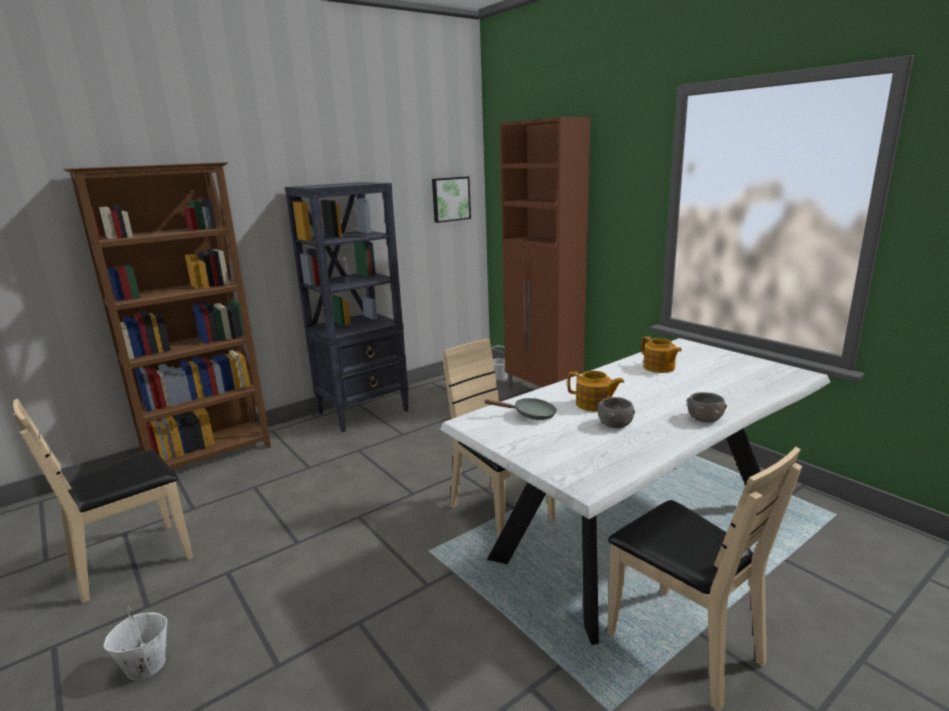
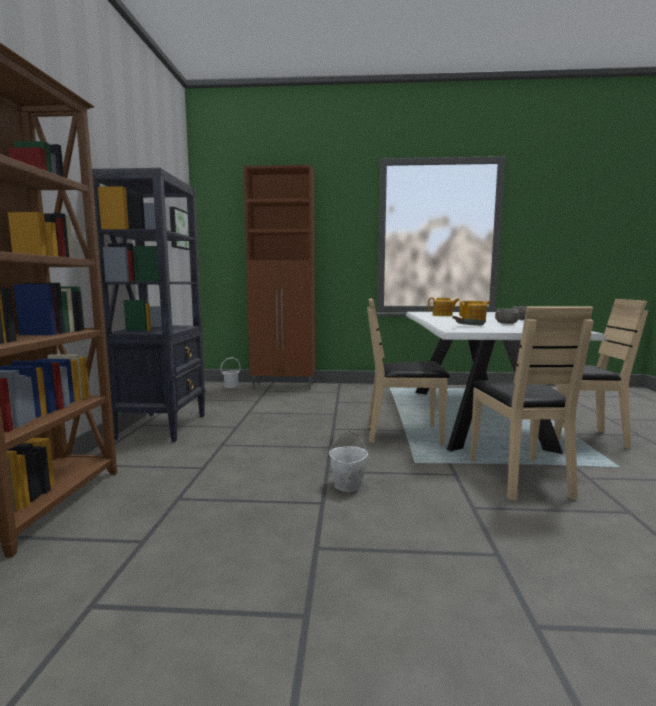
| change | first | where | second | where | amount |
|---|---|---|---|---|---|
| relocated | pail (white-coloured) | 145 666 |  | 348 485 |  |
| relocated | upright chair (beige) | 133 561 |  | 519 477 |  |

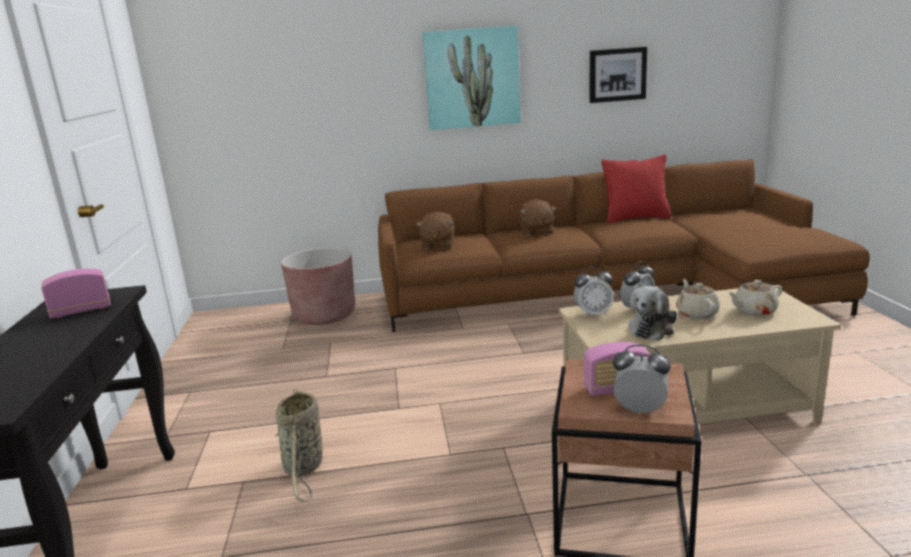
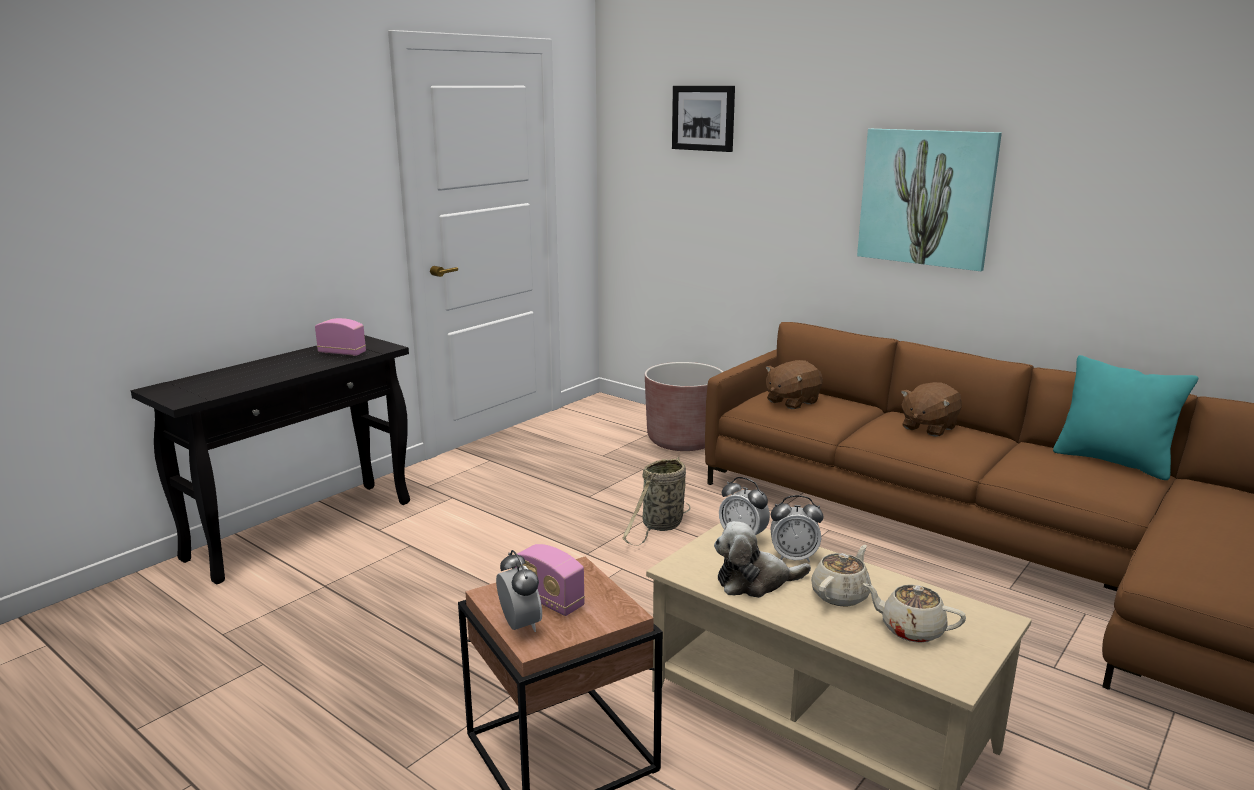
| change | first | where | second | where | amount |
|---|---|---|---|---|---|
| relocated | household basket | 304 468 |  | 661 526 |  |
| relocated | picture | 617 75 |  | 703 118 |  |
| colour | pillow (red) | 636 218 | pillow (turquoise) | 1113 461 |  |

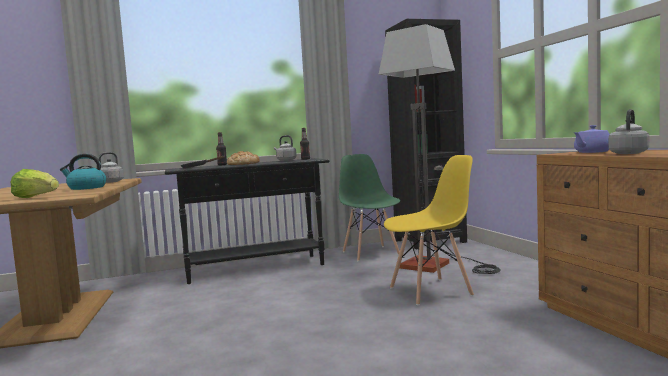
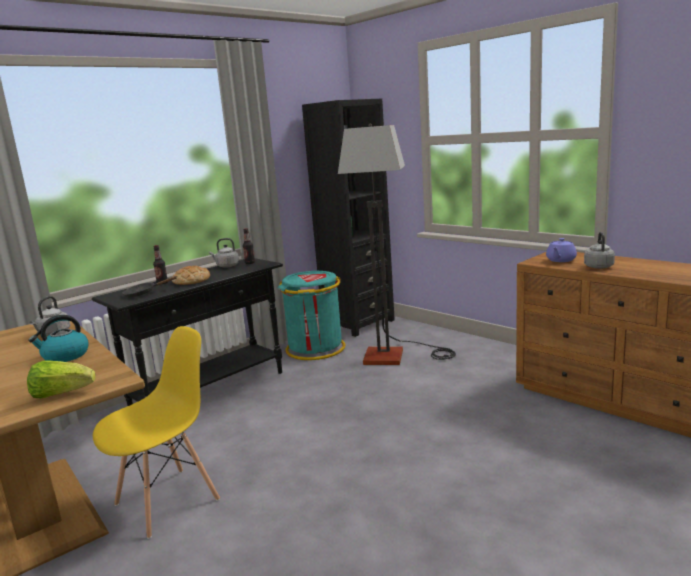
| change | first | where | second | where | amount |
|---|---|---|---|---|---|
| relocated | upright chair (yellow-coloured) | 431 291 |  | 168 501 |  |
| exchanged | upright chair (green) | 371 253 | waste bin (turquoise) | 315 349 |  |

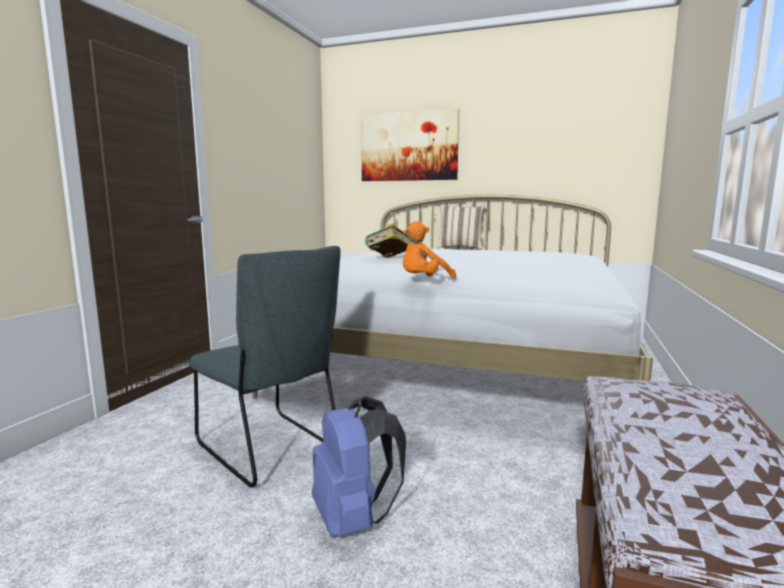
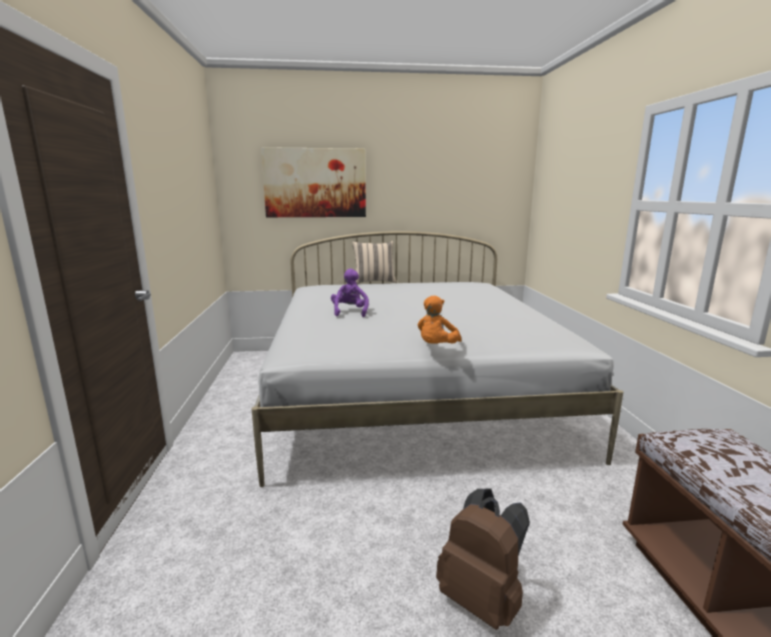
| change | first | where | second | where | amount |
|---|---|---|---|---|---|
| exchanged | volume | 390 259 | soft toy (purplish) | 350 312 |  |
| colour | knapsack (blue-coloured) | 354 520 | knapsack (brownish) | 482 599 |  |
| missing | upright chair (gray) | 271 449 |  |  |  |

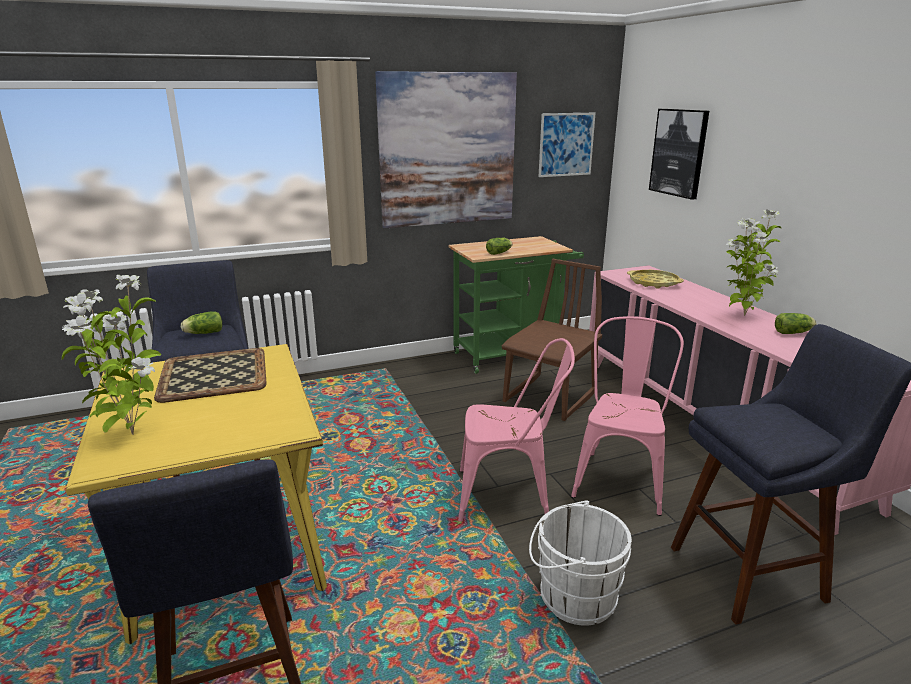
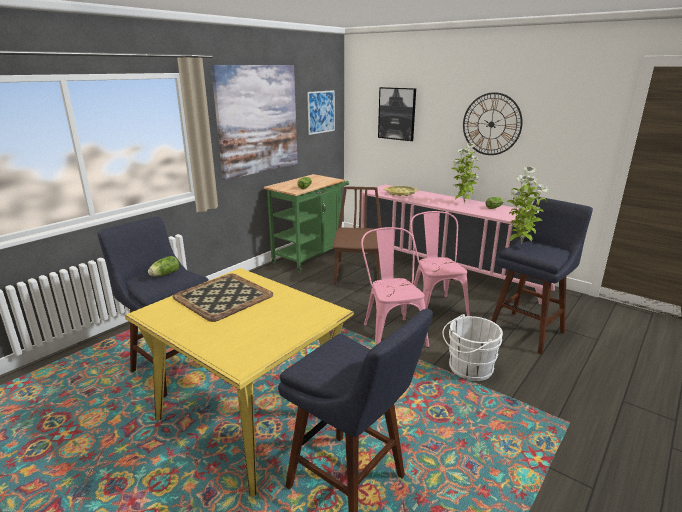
| change | first | where | second | where | amount |
|---|---|---|---|---|---|
| spun | upright chair (pink) | 511 495 |  | 391 332 | 75 degrees counterclockwise |
| appeared |  |  | clock on the wall | 491 124 |  |
| relocated | houseplant | 131 433 |  | 520 244 |  |

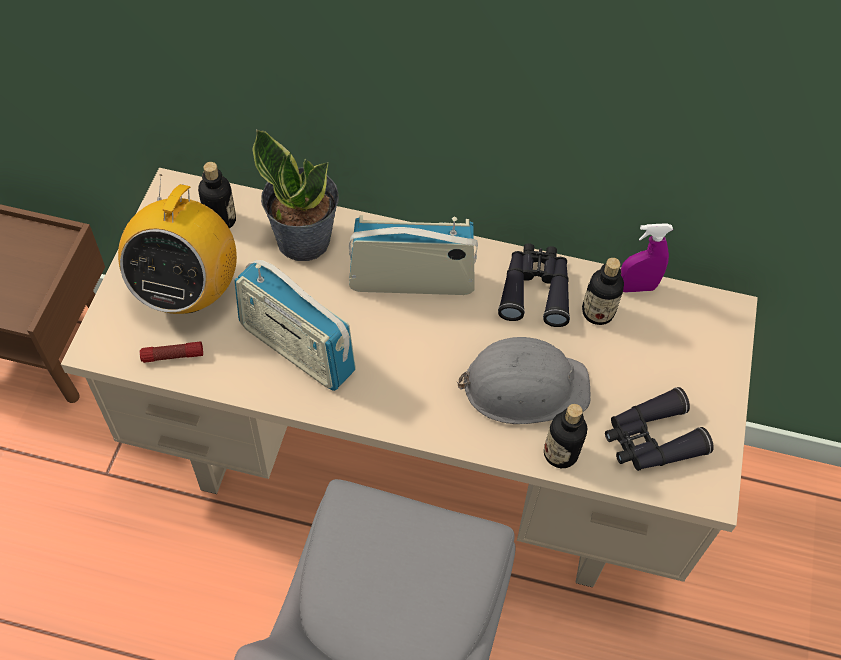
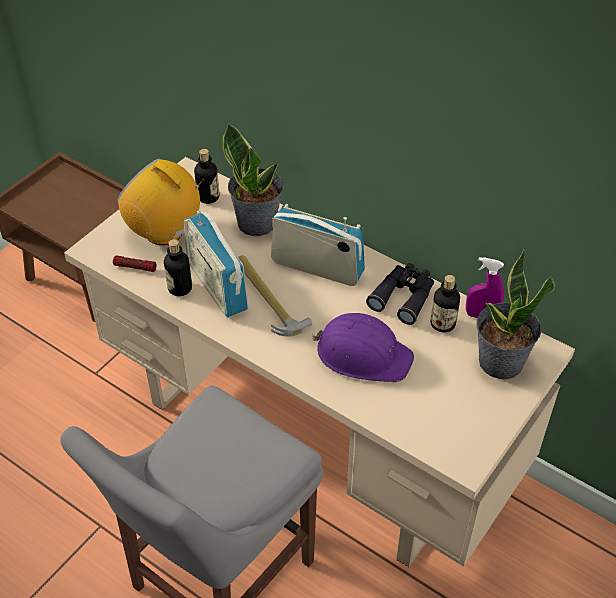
| change | first | where | second | where | amount |
|---|---|---|---|---|---|
| spun | radio | 187 290 |  | 164 232 | 90 degrees clockwise |
| relocated | beverage bottle | 560 453 |  | 180 288 |  |
| appeared |  |  | hand hammer | 267 298 |  |
| colour | hard hat (gray) | 524 386 | hard hat (purplish) | 363 354 |  |
| appeared |  |  | houseplant | 500 362 |  |
| missing | pair of binoculars (blackish) | 650 440 |  |  |  |

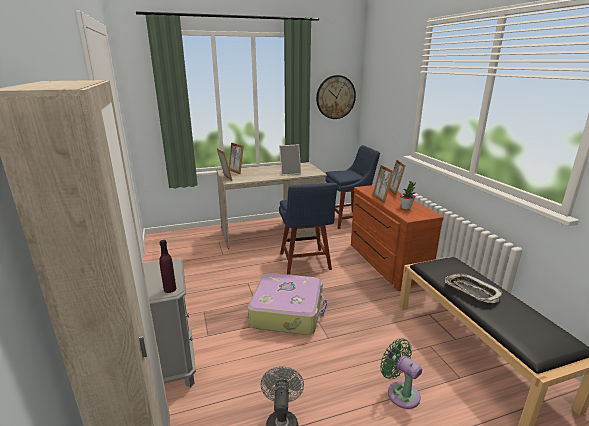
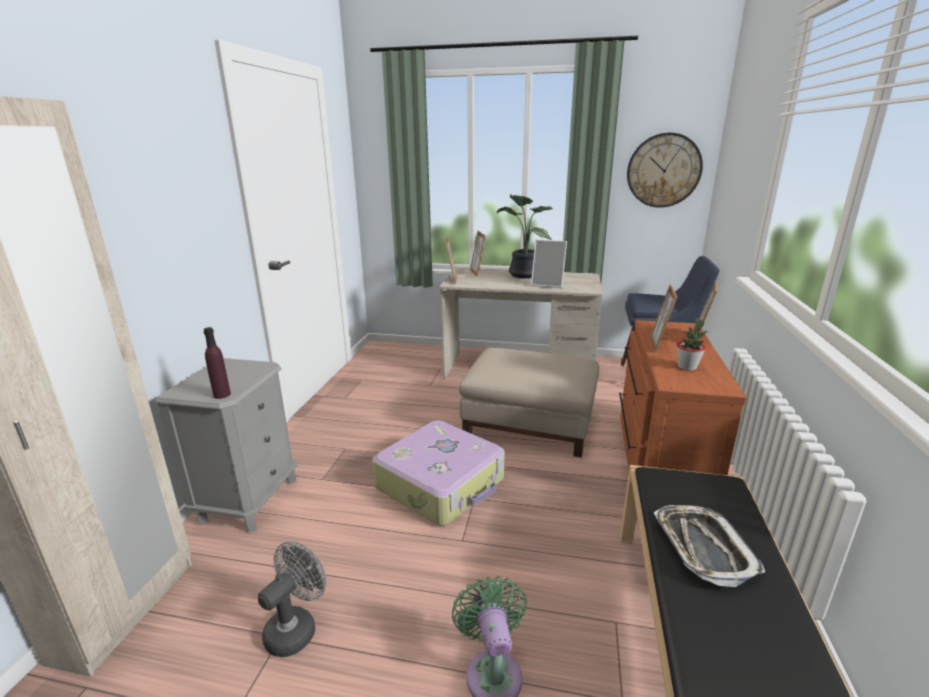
| change | first | where | second | where | amount |
|---|---|---|---|---|---|
| exchanged | upright chair (blue-coloured) | 305 262 | ottoman (beige) | 528 424 |  |
| appeared |  |  | houseplant | 522 275 |  |

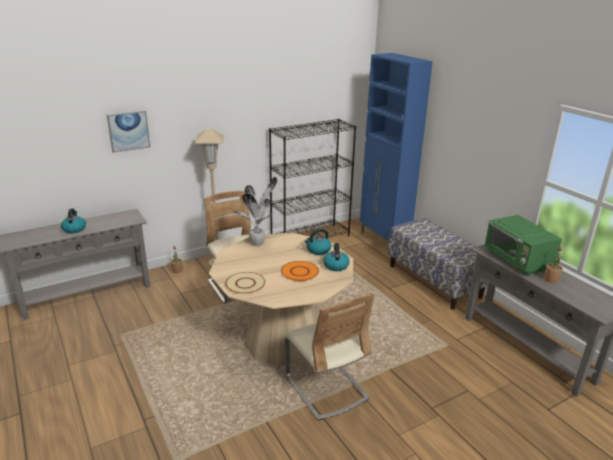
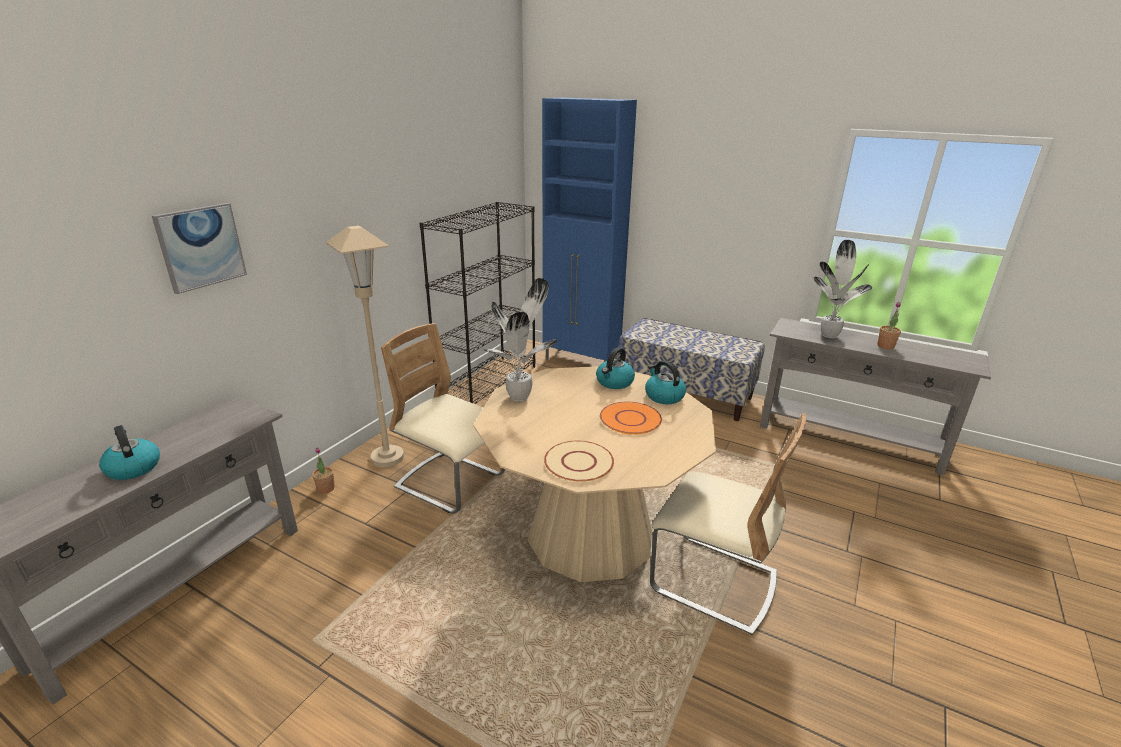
| change | first | where | second | where | amount |
|---|---|---|---|---|---|
| exchanged | microwave (green) | 517 261 | houseplant | 829 335 |  |

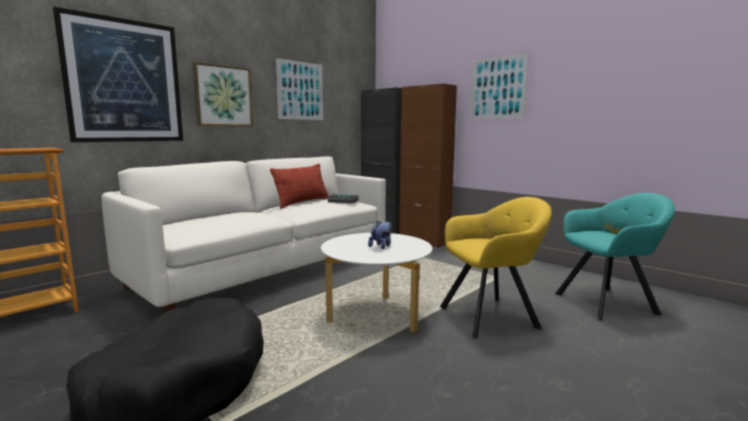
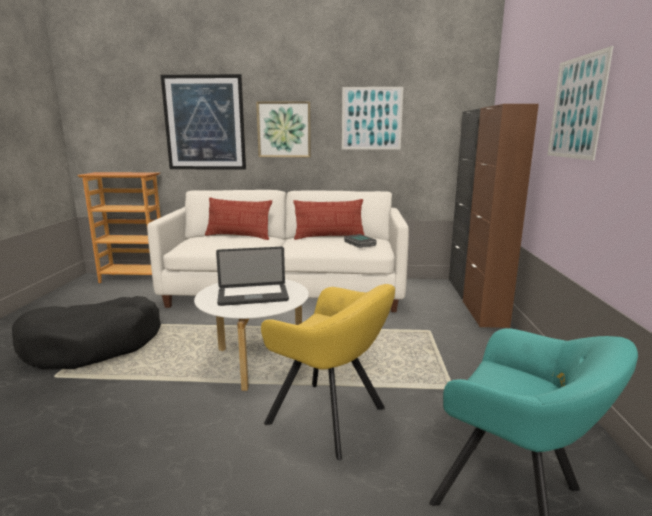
| change | first | where | second | where | amount |
|---|---|---|---|---|---|
| appeared |  |  | pillow | 238 236 |  |
| exchanged | soft toy | 381 246 | notebook computer | 253 296 |  |

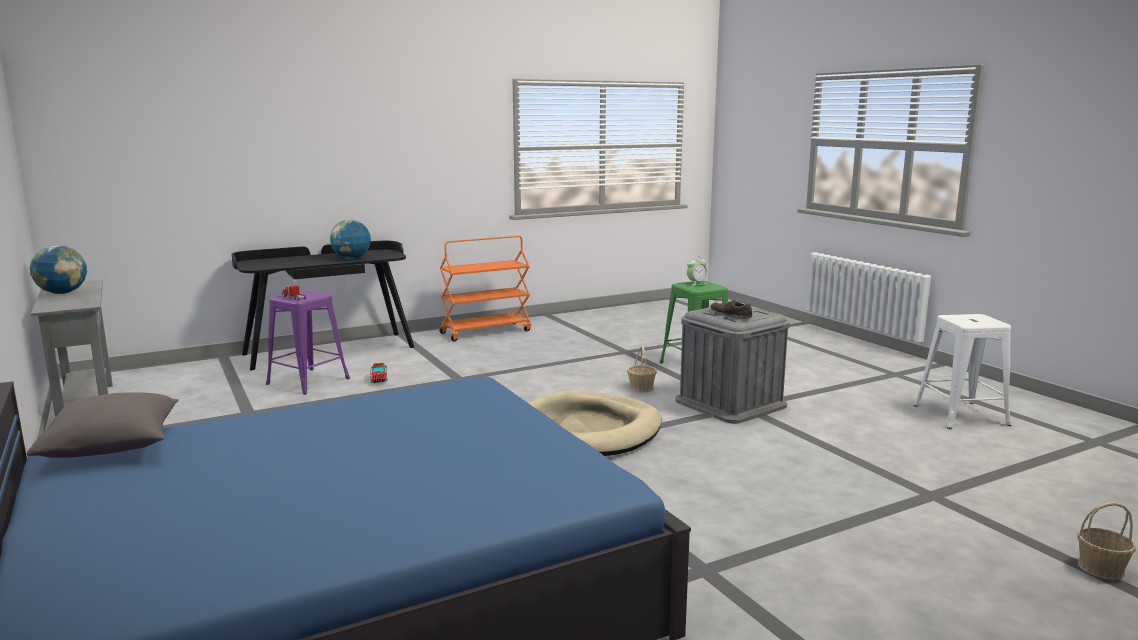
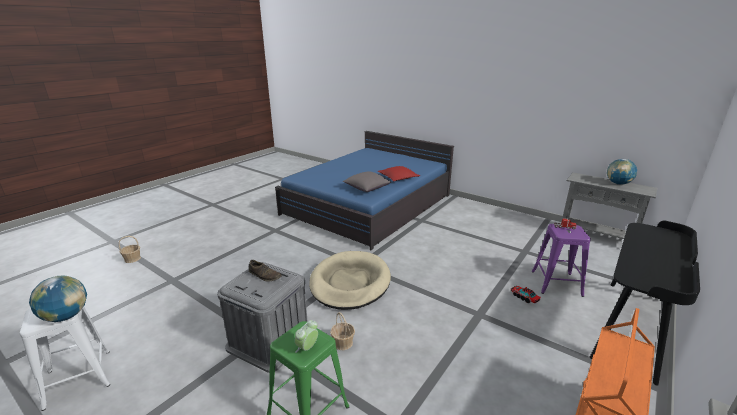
| change | first | where | second | where | amount |
|---|---|---|---|---|---|
| relocated | globe | 351 258 |  | 66 316 |  |
| relocated | pillow (gray) | 113 448 |  | 366 188 |  |
| appeared |  |  | pillow (red) | 398 178 |  |

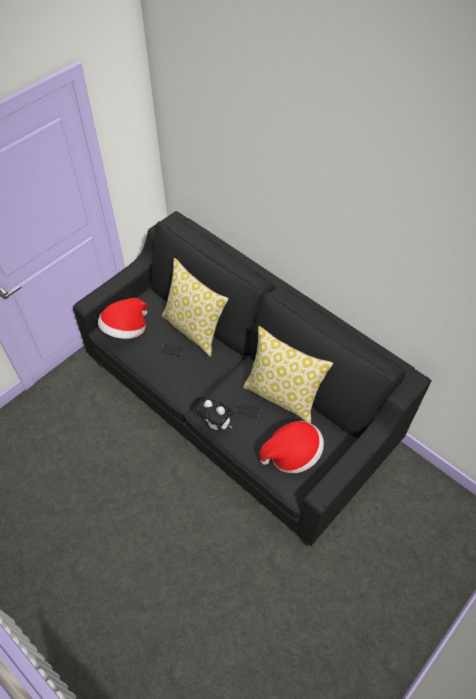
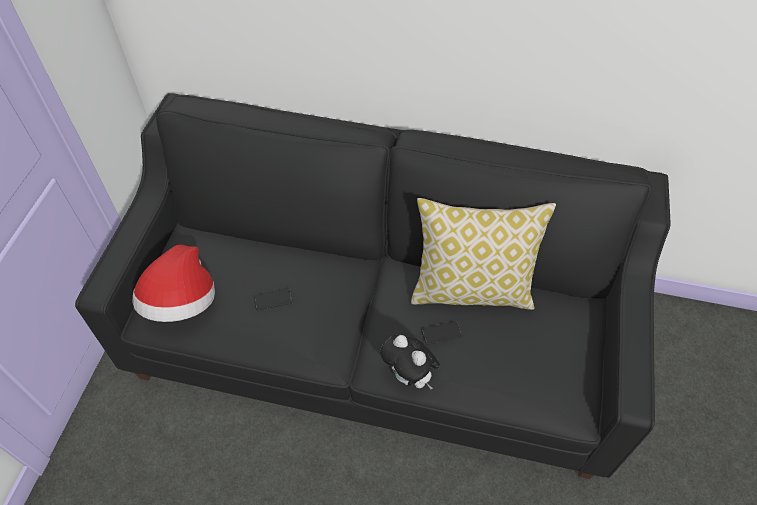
| change | first | where | second | where | amount |
|---|---|---|---|---|---|
| spun | soft toy | 216 425 |  | 409 376 | 45 degrees clockwise |
| missing | pillow | 194 329 |  |  |  |
| missing | clothing hat | 292 454 |  |  |  |

